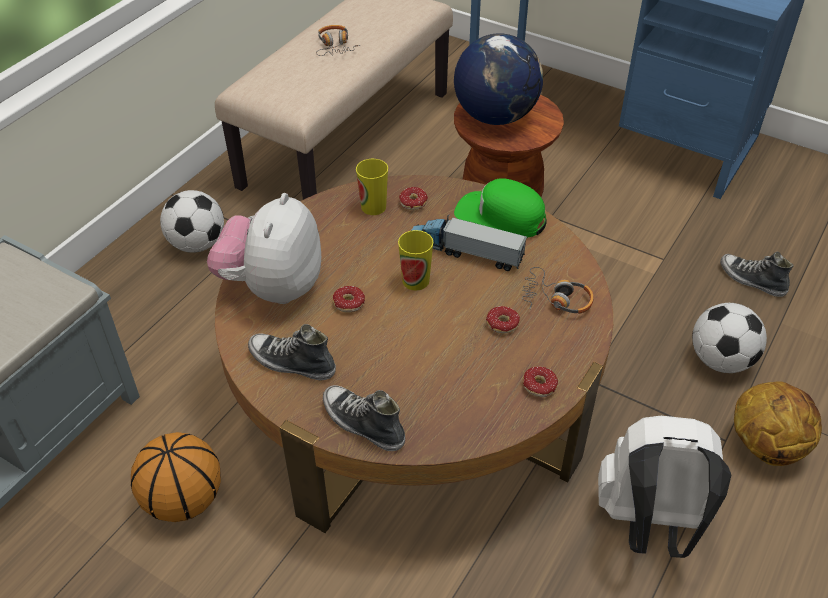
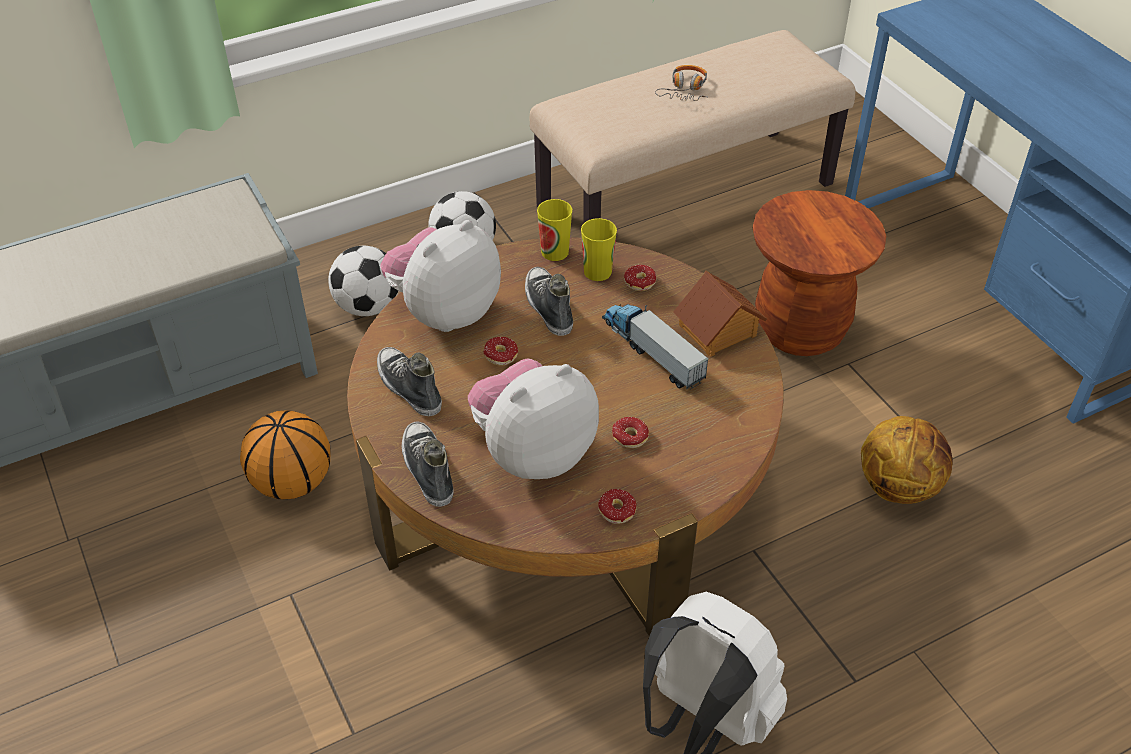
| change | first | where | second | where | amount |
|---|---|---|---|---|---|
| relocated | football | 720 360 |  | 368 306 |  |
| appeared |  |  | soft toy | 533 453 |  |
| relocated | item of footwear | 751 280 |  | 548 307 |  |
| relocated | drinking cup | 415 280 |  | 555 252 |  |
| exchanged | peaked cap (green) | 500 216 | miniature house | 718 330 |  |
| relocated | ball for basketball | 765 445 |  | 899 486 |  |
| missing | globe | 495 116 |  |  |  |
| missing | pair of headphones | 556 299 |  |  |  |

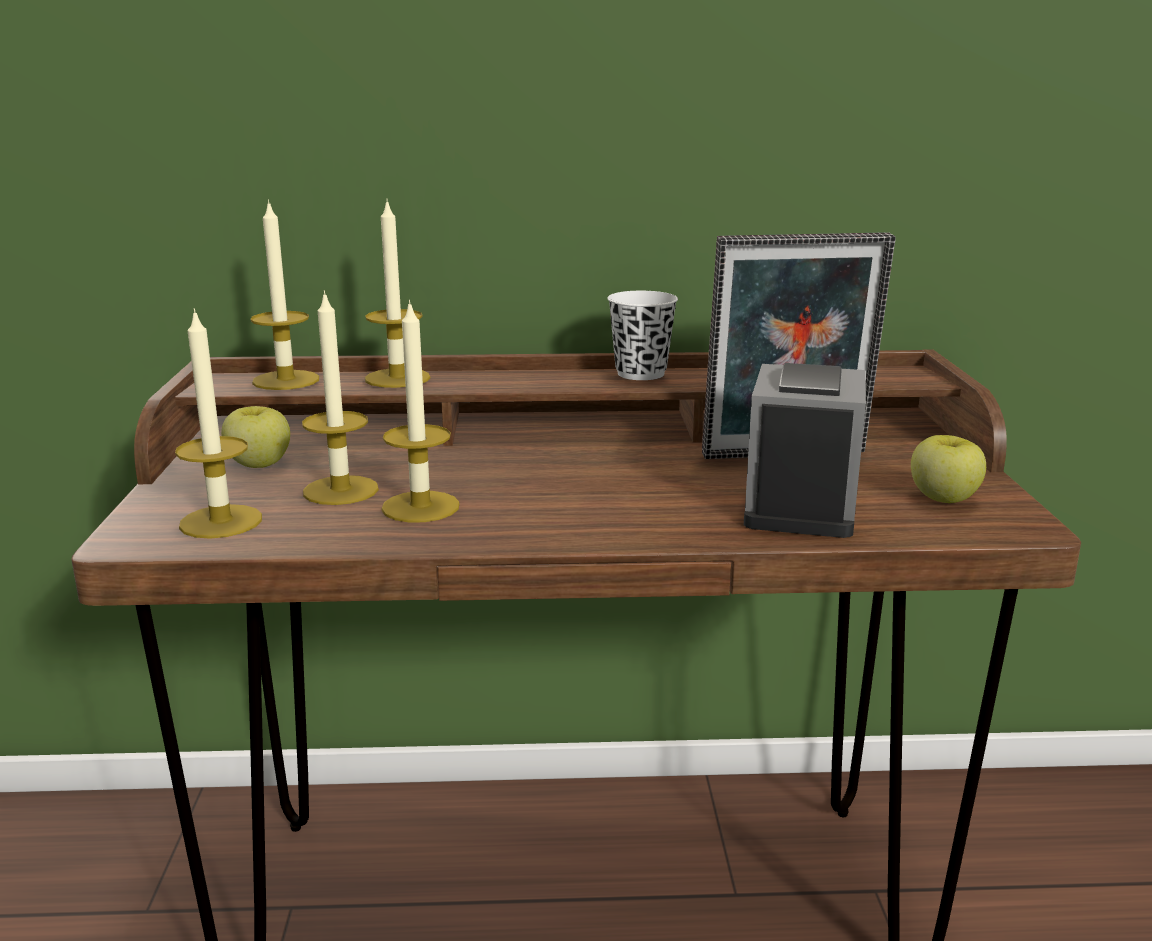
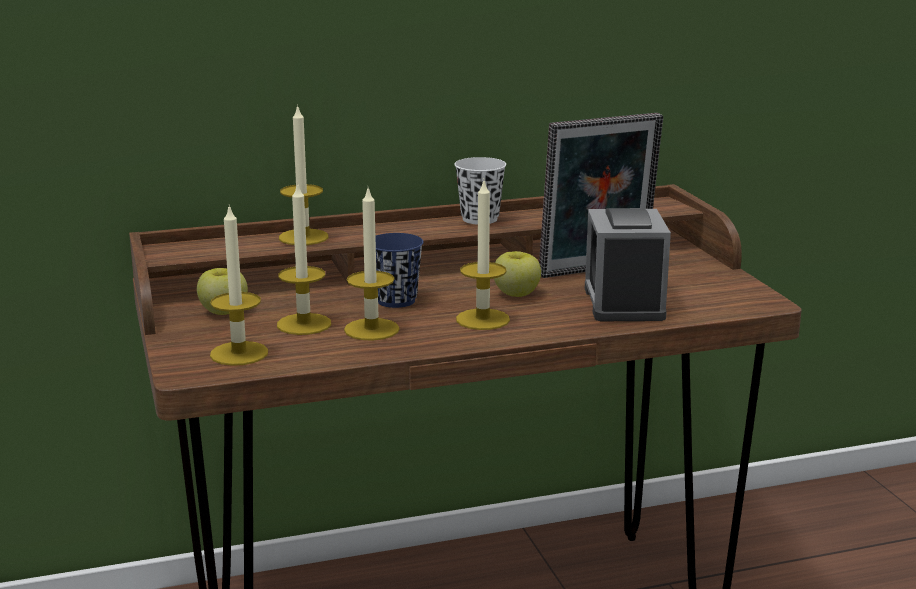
| change | first | where | second | where | amount |
|---|---|---|---|---|---|
| appeared |  |  | drinking cup (blue-coloured) | 396 300 |  |
| relocated | wax candle | 286 380 |  | 482 319 |  |
| relocated | apple | 943 498 |  | 516 294 |  |

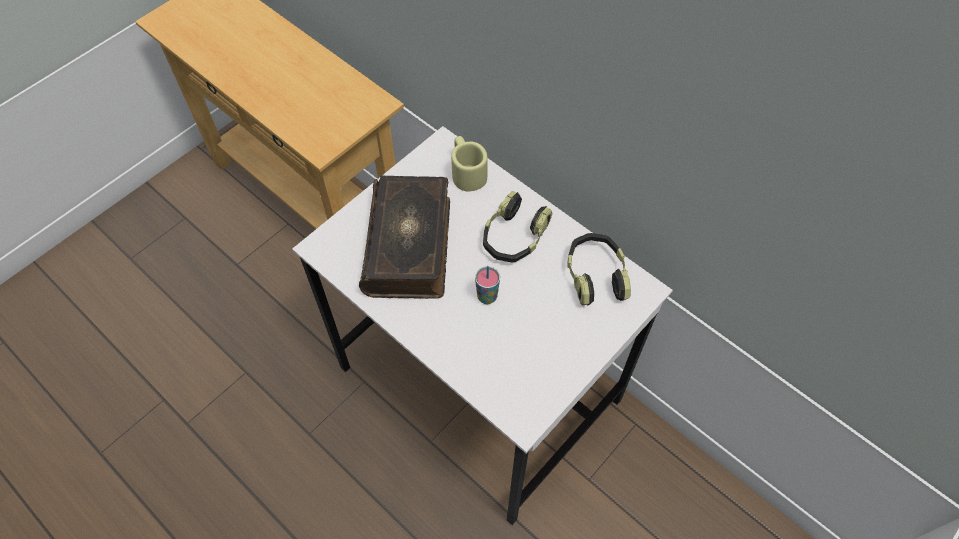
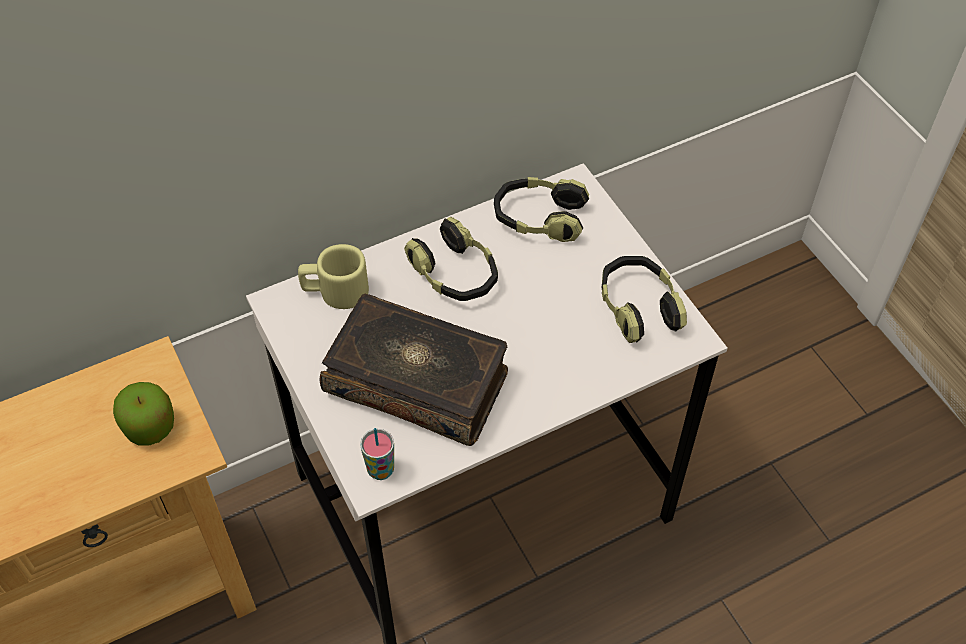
| change | first | where | second | where | amount |
|---|---|---|---|---|---|
| appeared |  |  | apple | 150 426 |  |
| relocated | drinking cup | 487 297 |  | 380 470 |  |
| appeared |  |  | pair of headphones | 638 307 |  |

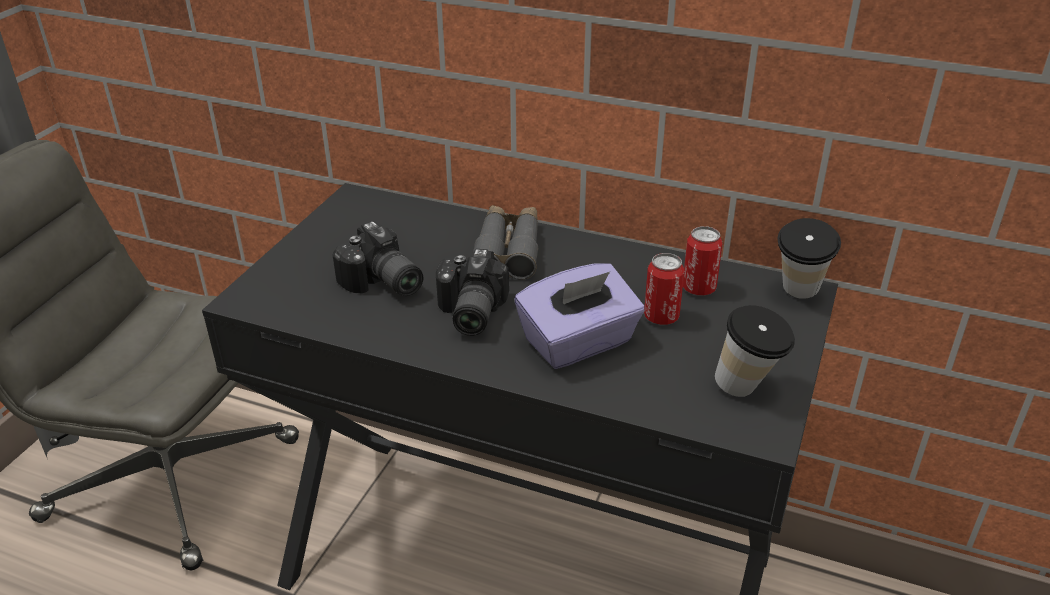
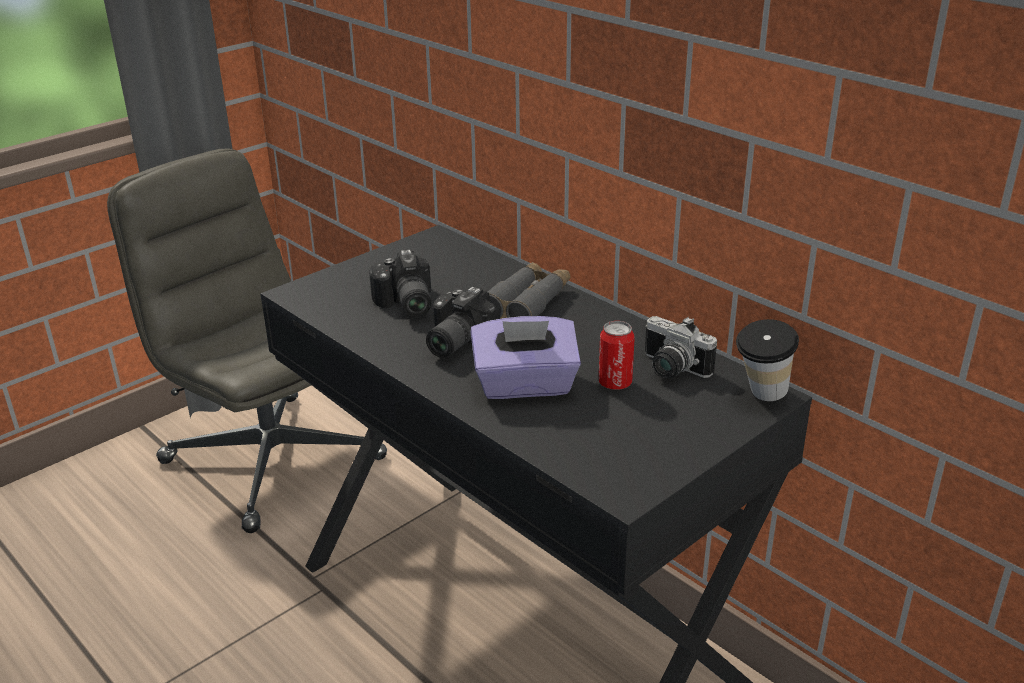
| change | first | where | second | where | amount |
|---|---|---|---|---|---|
| exchanged | metal can | 699 288 | photo camera | 670 369 |  |
| missing | drinking cup | 748 389 |  |  |  |

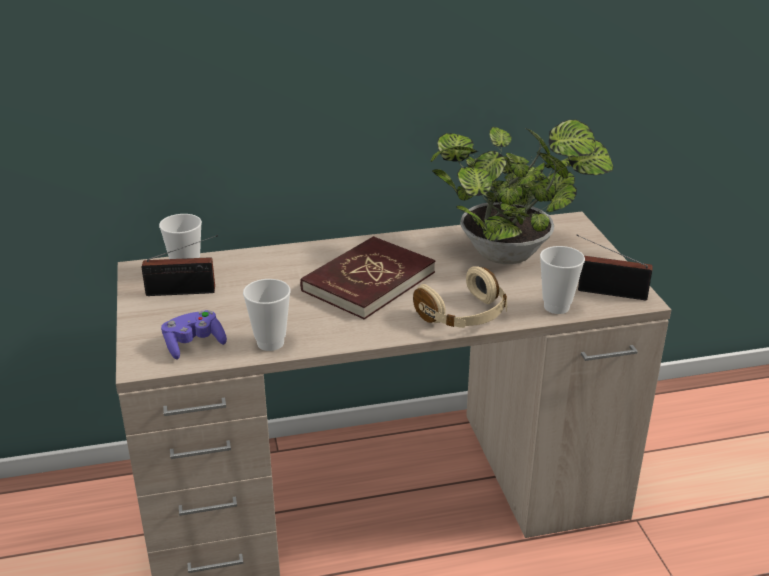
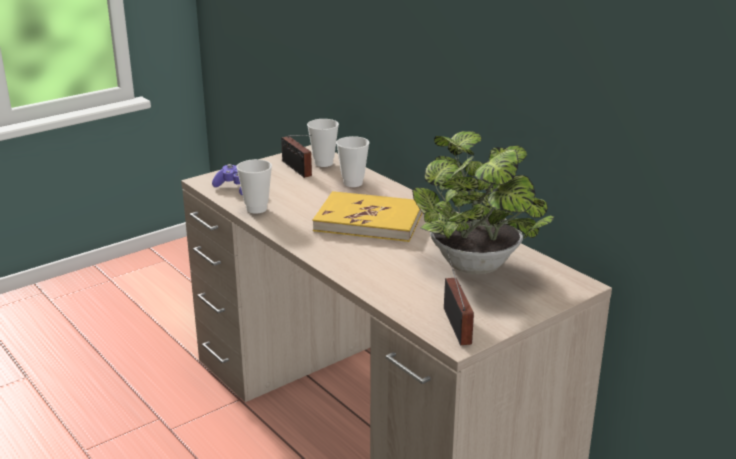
| change | first | where | second | where | amount |
|---|---|---|---|---|---|
| colour | volume (red) | 368 281 | volume (yellow-coloured) | 369 221 |  |
| relocated | drinking cup | 556 307 |  | 353 183 |  |
| missing | pair of headphones (beige) | 464 316 |  |  |  |

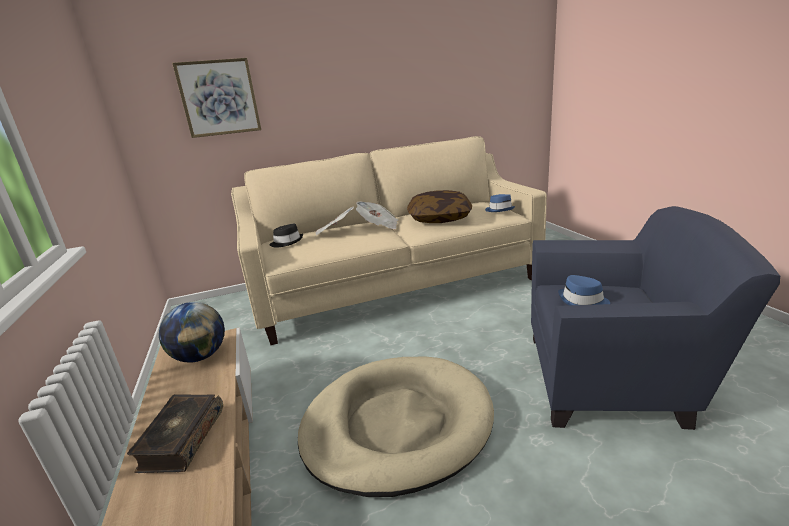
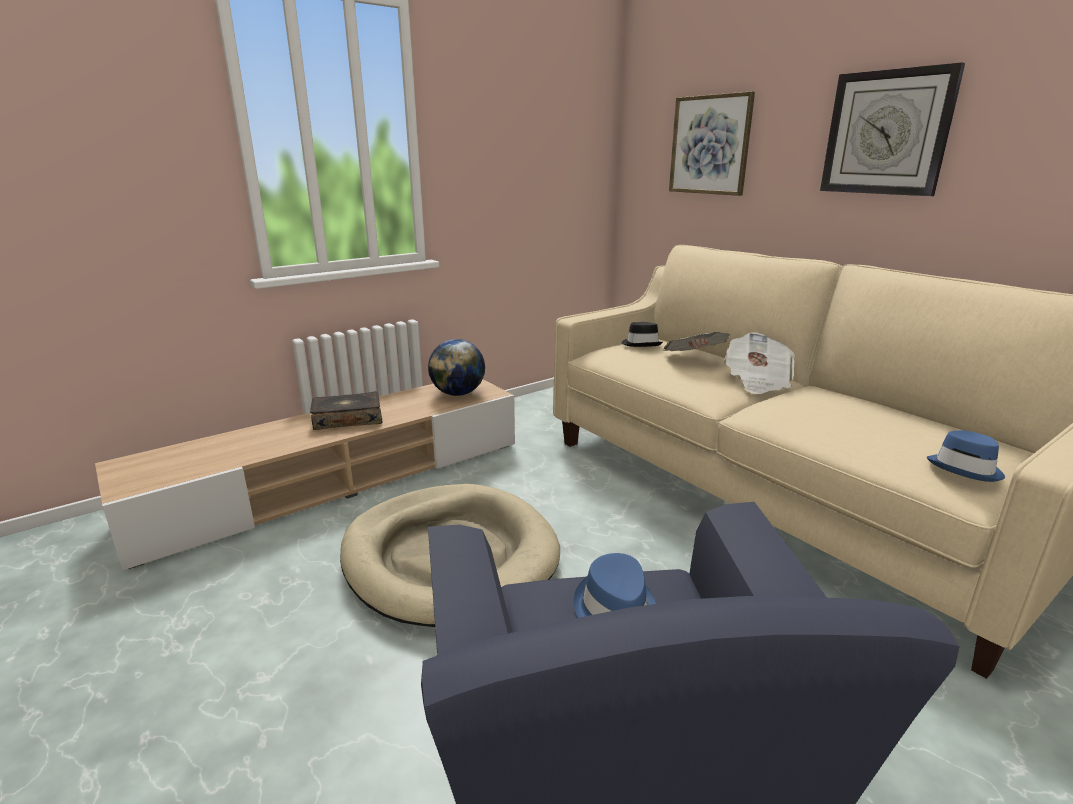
| change | first | where | second | where | amount |
|---|---|---|---|---|---|
| appeared |  |  | clock on the wall | 887 133 |  |
| missing | pillow | 439 218 |  |  |  |

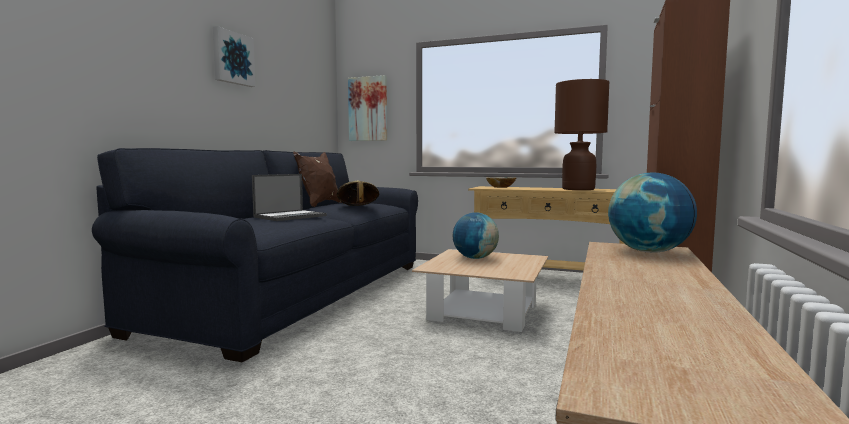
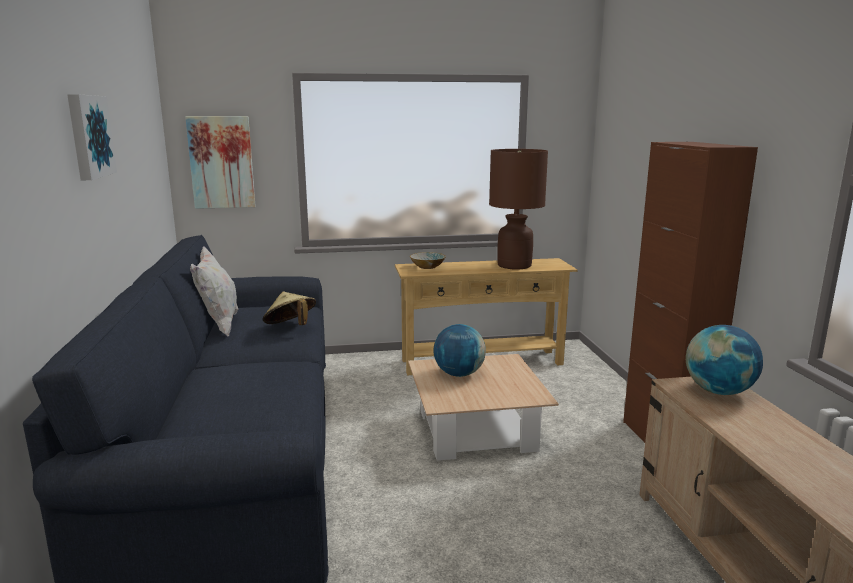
| change | first | where | second | where | amount |
|---|---|---|---|---|---|
| colour | pillow (brownish) | 319 204 | pillow (white-coloured) | 218 325 |  |
| missing | notebook computer | 290 216 |  |  |  |

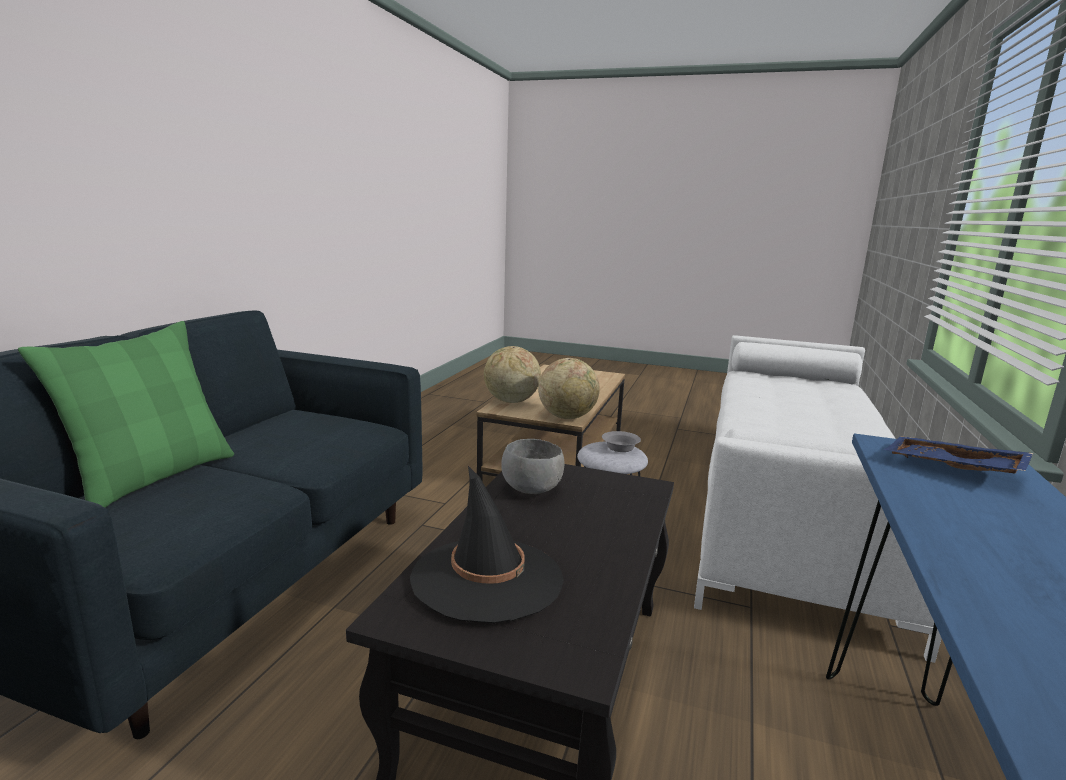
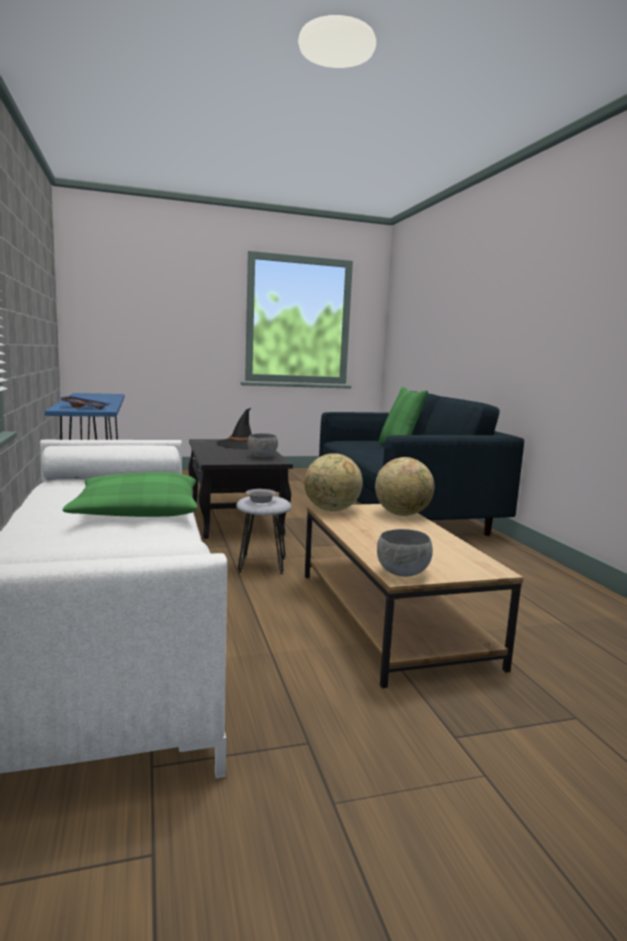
| change | first | where | second | where | amount |
|---|---|---|---|---|---|
| appeared |  |  | pillow (green) | 137 511 |  |
| appeared |  |  | bowl (gray) | 403 574 |  |

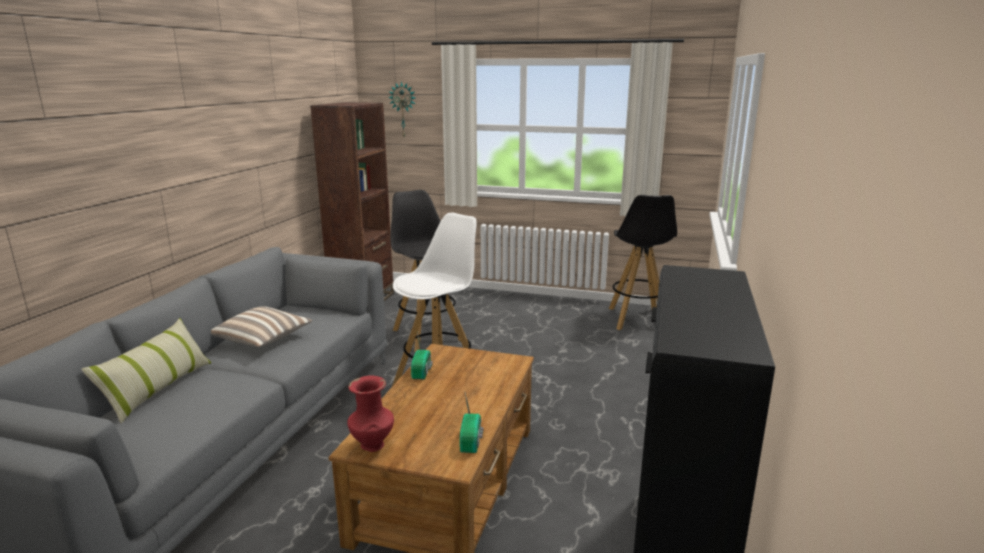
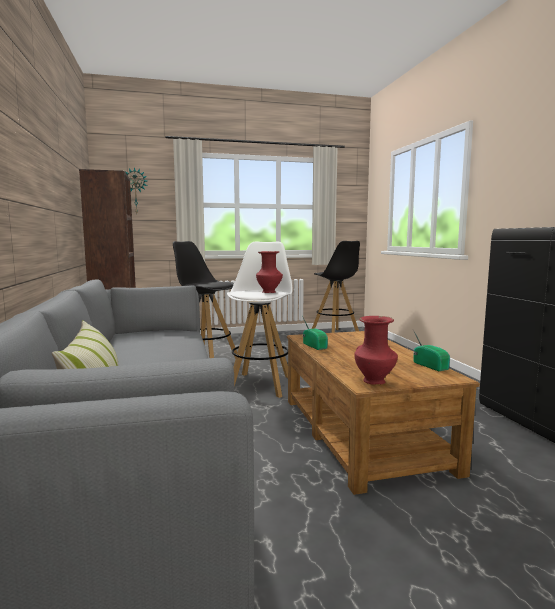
| change | first | where | second | where | amount |
|---|---|---|---|---|---|
| appeared |  |  | vase (red) | 269 292 |  |
| missing | pillow | 263 340 |  |  |  |

